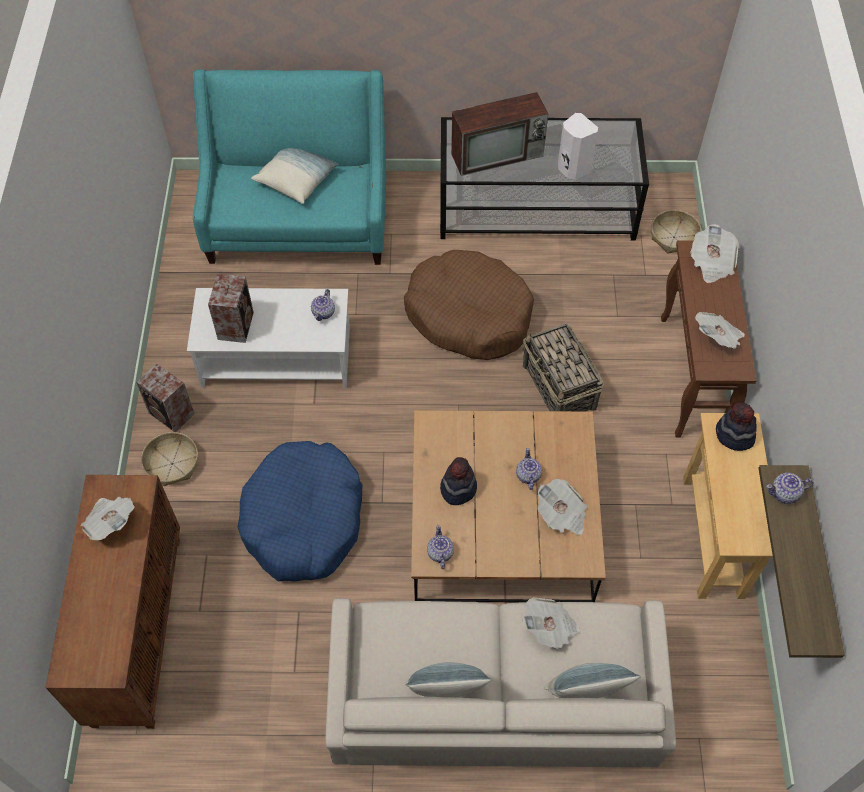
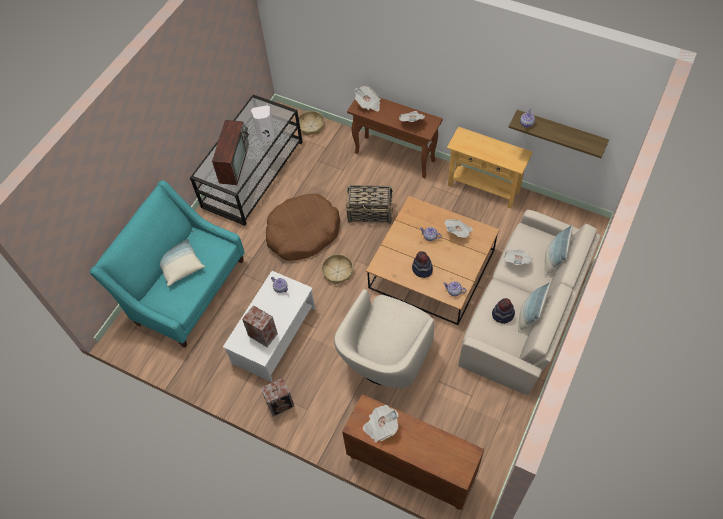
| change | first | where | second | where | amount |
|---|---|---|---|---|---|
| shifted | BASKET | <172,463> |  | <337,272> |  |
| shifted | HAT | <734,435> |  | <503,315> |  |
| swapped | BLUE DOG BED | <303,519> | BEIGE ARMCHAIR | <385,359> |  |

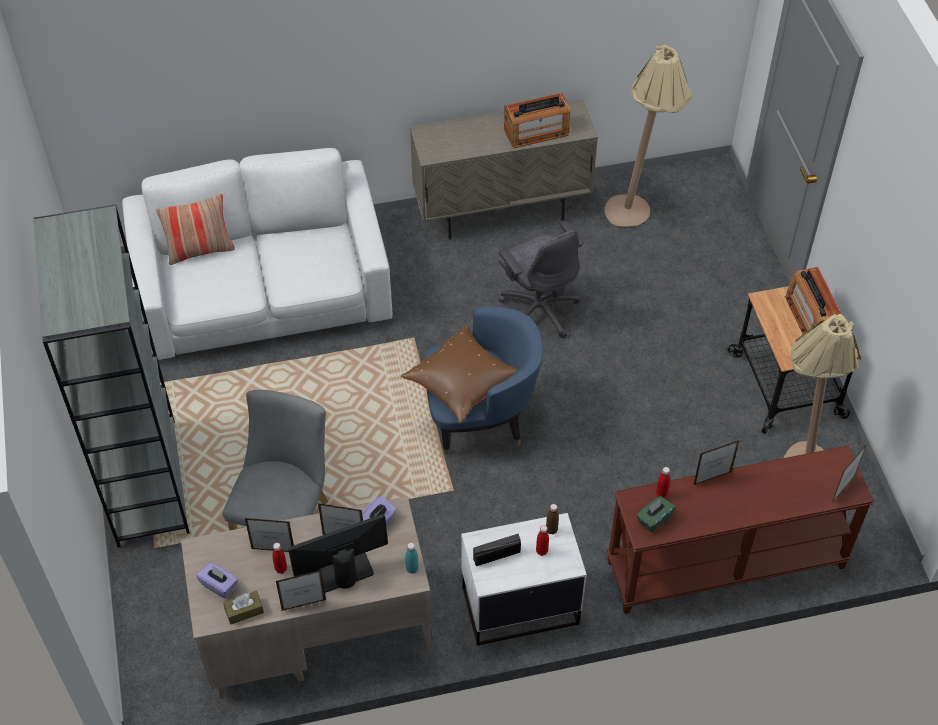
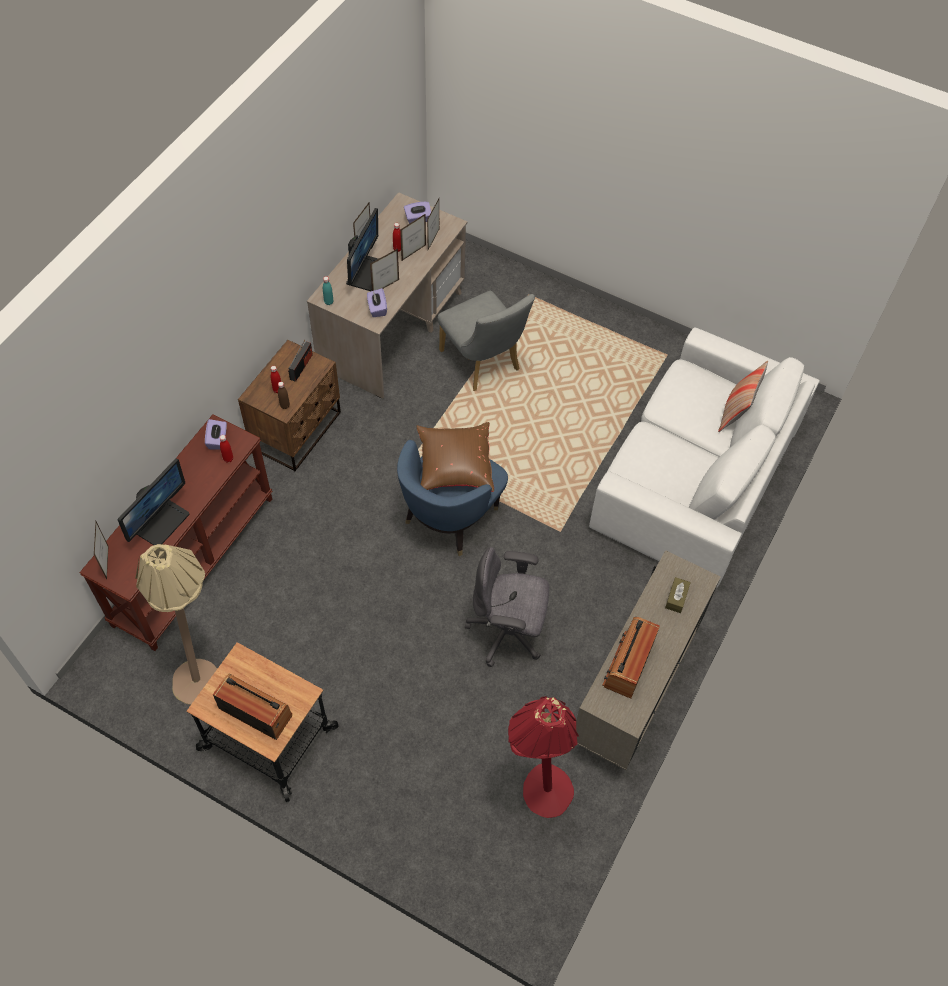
| change | first | where | second | where | amount |
|---|---|---|---|---|---|
| gone | GREY BOOKCASE | <146,481> |  |  |  |
| new |  |  | MONITOR | <161,522> |  |
| shifted | BROWN TISSUE BOX | <244,611> |  | <676,598> |  |
| shifted | PICTURE FRAME | <712,478> |  | <433,240> |  |
| repainted | WHITE NIGHTSTAND | <519,605> | BROWN NIGHTSTAND | <297,431> |  |
| repainted | BEIGE FLOOR LAMP | <637,215> | RED FLOOR LAMP | <535,795> |  |
| repainted | GREEN TISSUE BOX | <654,519> | PURPLE TISSUE BOX | <218,440> |  |

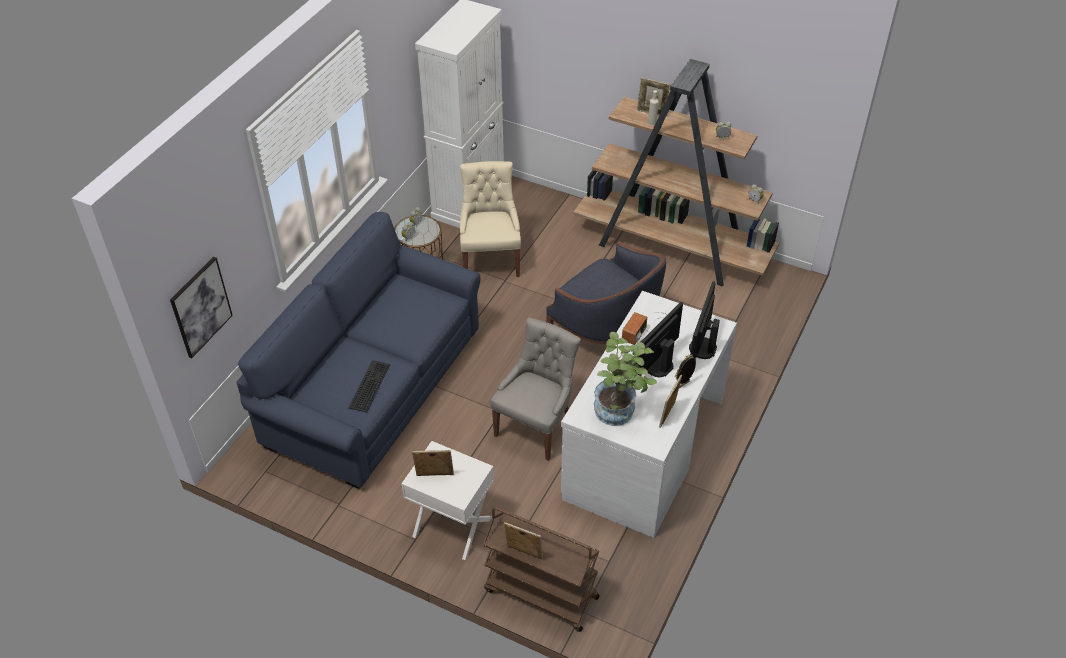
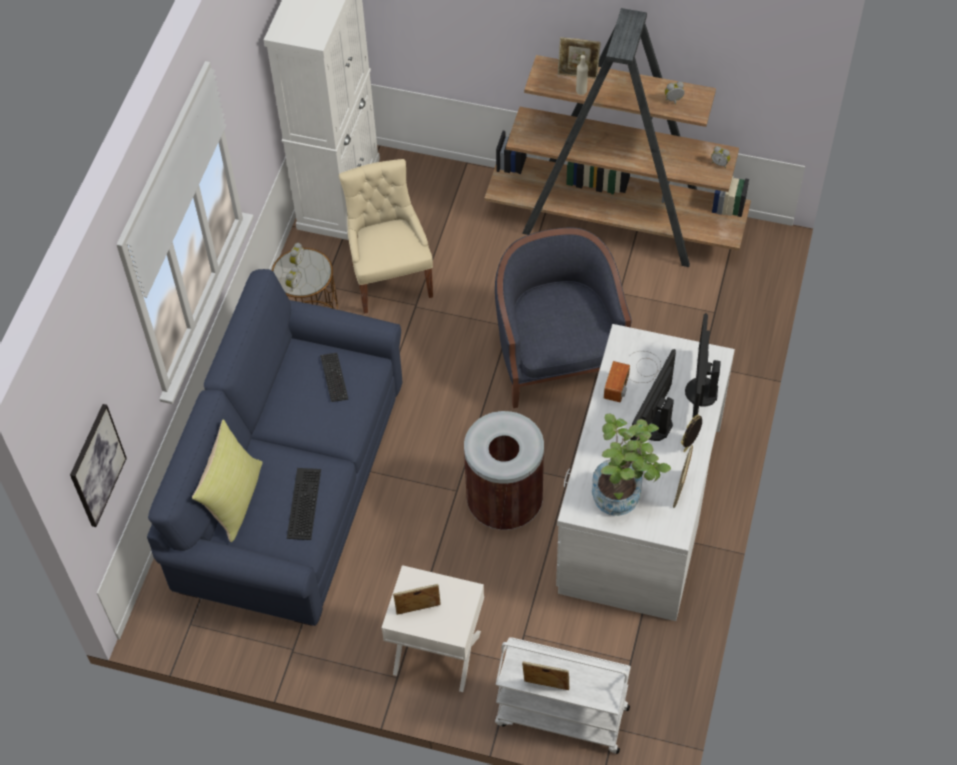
| change | first | where | second | where | amount |
|---|---|---|---|---|---|
| new |  |  | YELLOW PILLOW | <234,499> |  |
| new |  |  | KEYBOARD | <334,378> |  |
| swapped | GREY CHAIR | <536,427> | BROWN TRASH CAN | <505,503> |  |
| repainted | BROWN CART | <540,594> | WHITE CART | <561,716> |  |
| rotated | BLUE ARMCHAIR | <606,331> |  | <559,356> | 135 degrees counterclockwise |

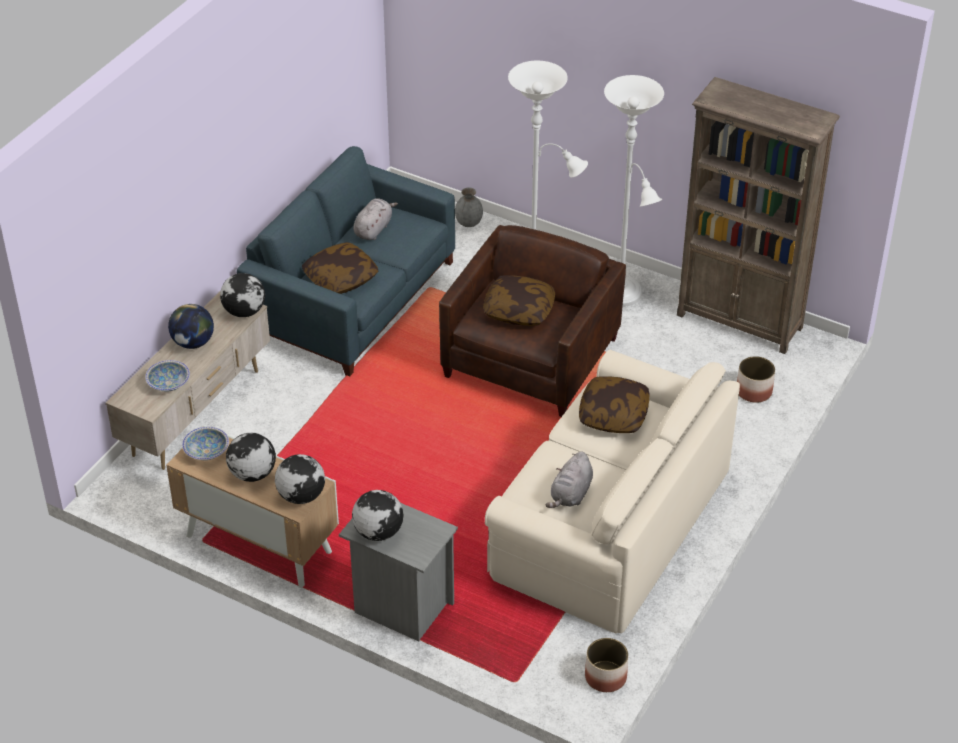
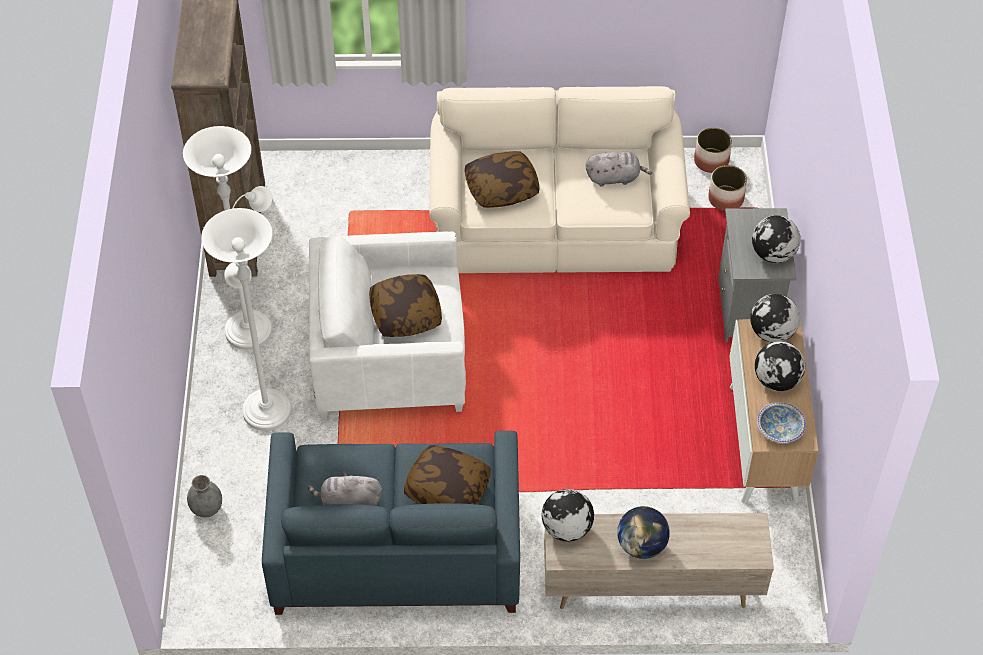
| change | first | where | second | where | amount |
|---|---|---|---|---|---|
| gone | BOWL | <168,383> |  |  |  |
| shifted | PLANTER | <754,391> |  | <726,198> |  |
| repainted | BROWN ARMCHAIR | <531,358> | WHITE ARMCHAIR | <390,358> |  |

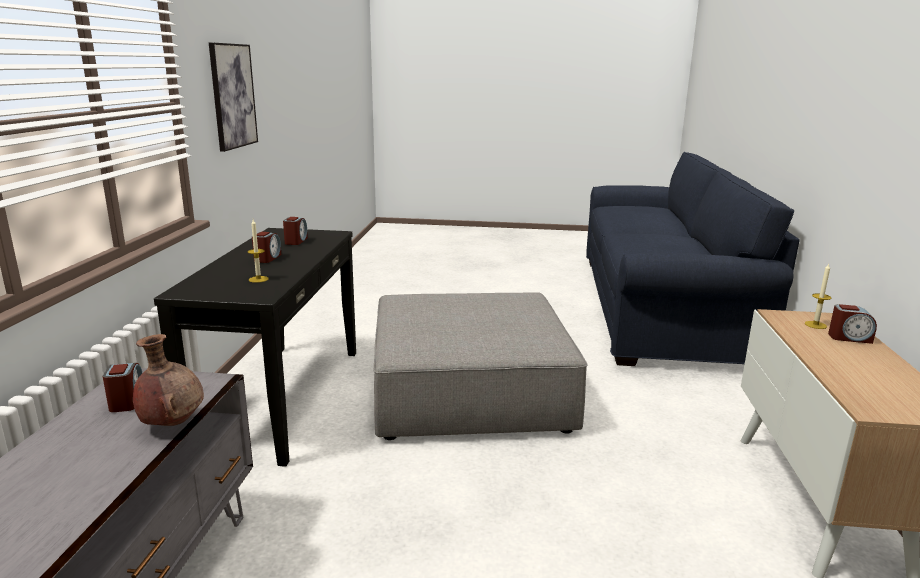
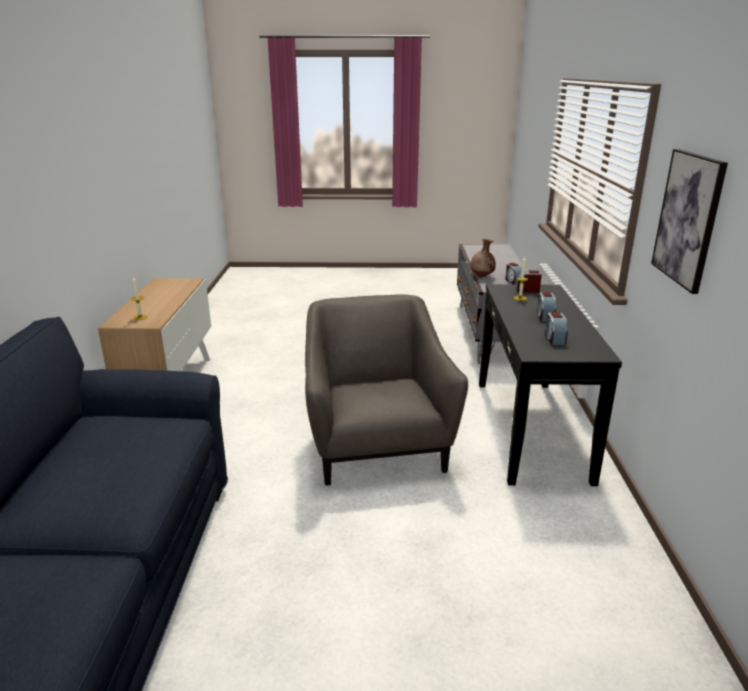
| change | first | where | second | where | amount |
|---|---|---|---|---|---|
| shifted | ALARM CLOCK | <849,338> |  | <527,290> |  |
| swapped | GREY OTTOMAN | <469,391> | GREY ARMCHAIR | <376,445> |  |

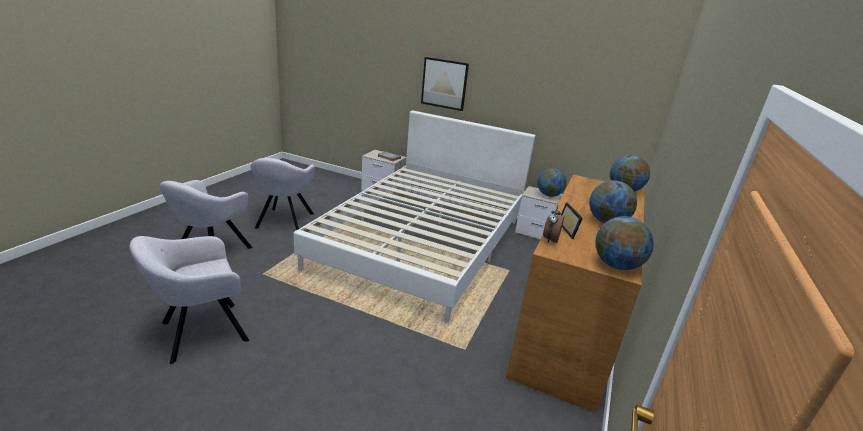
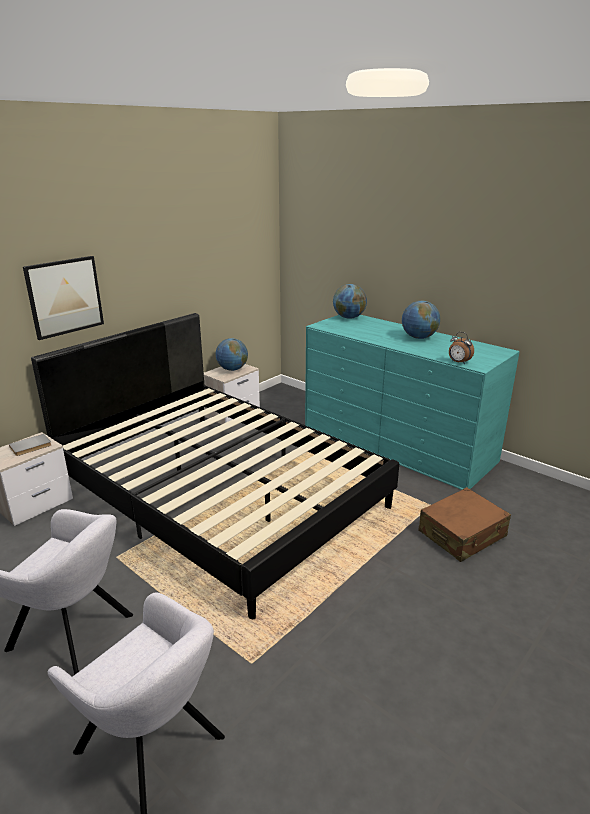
| change | first | where | second | where | amount |
|---|---|---|---|---|---|
| gone | GREY ARMCHAIR | <200,332> |  |  |  |
| gone | PICTURE FRAME | <570,230> |  |  |  |
| gone | GLOBE | <616,265> |  |  |  |
| new |  |  | BROWN SUITCASE | <462,534> |  |
| repainted | WHITE BED | <423,243> | BLACK BED | <220,494> |  |
| repainted | BROWN DRESSER | <568,325> | TURQUOISE DRESSER | <397,443> |  |

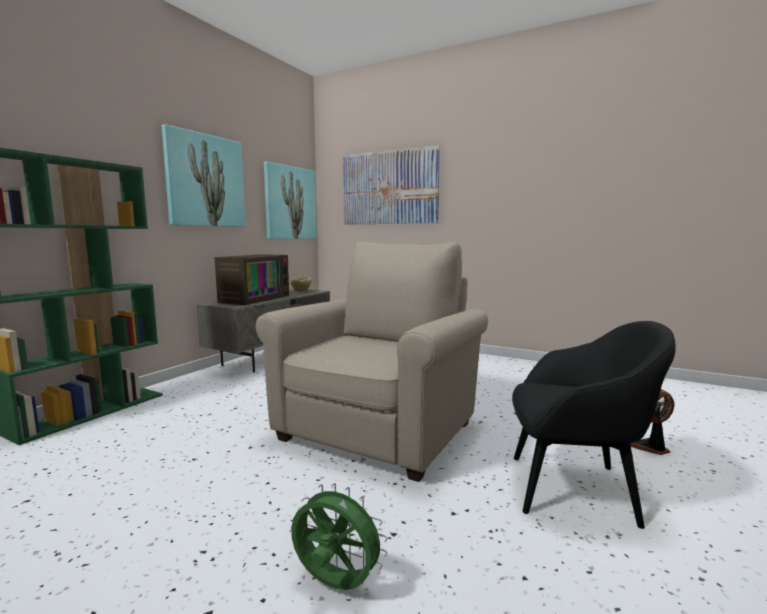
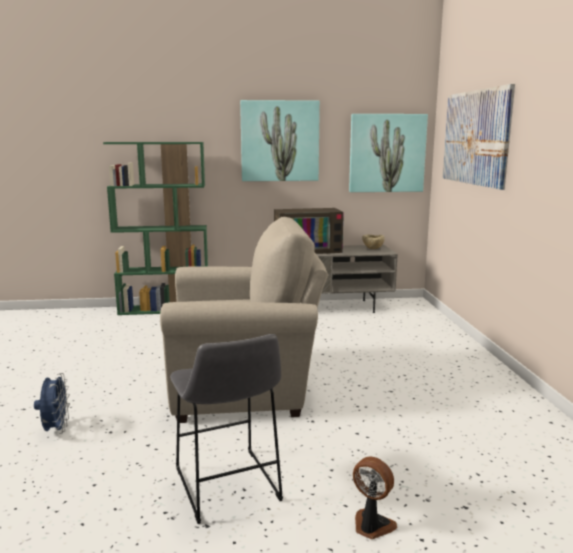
| change | first | where | second | where | amount |
|---|---|---|---|---|---|
| swapped | BLACK ARMCHAIR | <574,489> | GREY STOOL | <228,488> |  |
| repainted | GREEN FAN | <334,585> | BLUE FAN | <56,430> |  |

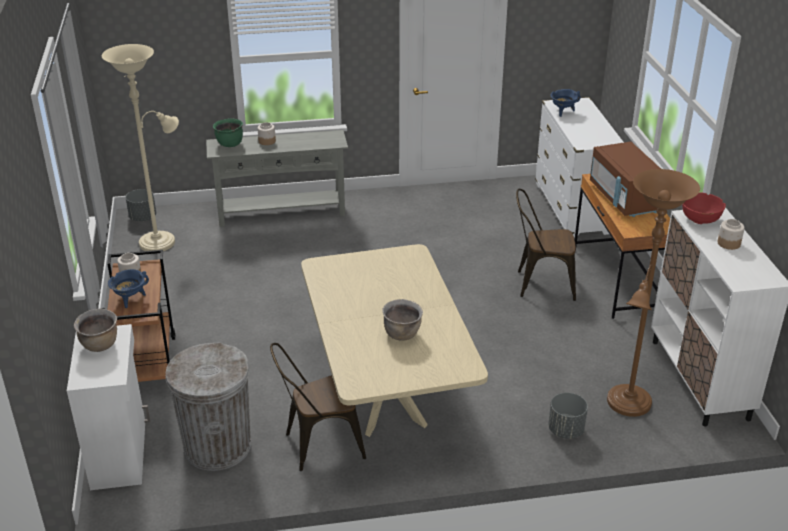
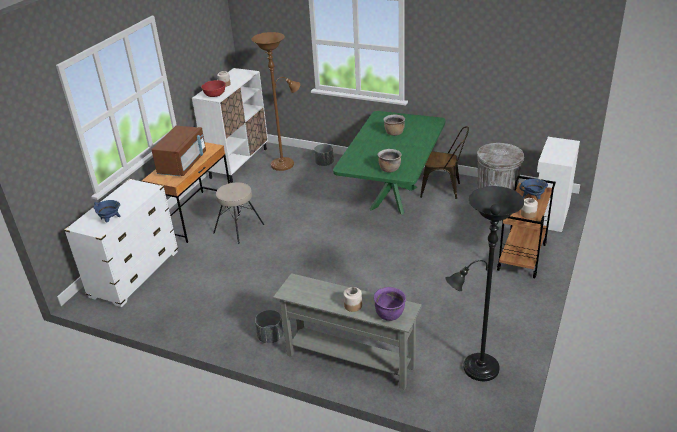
| change | first | where | second | where | amount |
|---|---|---|---|---|---|
| shifted | BROWN COOKING POT | <100,345> |  | <389,169> |  |
| shifted | GREY PLANTER | <143,217> |  | <270,337> |  |
| swapped | BROWN CHAIR | <540,284> | BEIGE STOOL | <239,228> |  |
| repainted | BEIGE FLOOR LAMP | <161,241> | BLACK FLOOR LAMP | <476,369> |  |
| repainted | GREEN COOKING POT | <229,144> | PURPLE COOKING POT | <390,315> |  |
| repainted | BEIGE DINING TABLE | <387,399> | GREEN DINING TABLE | <393,198> |  |

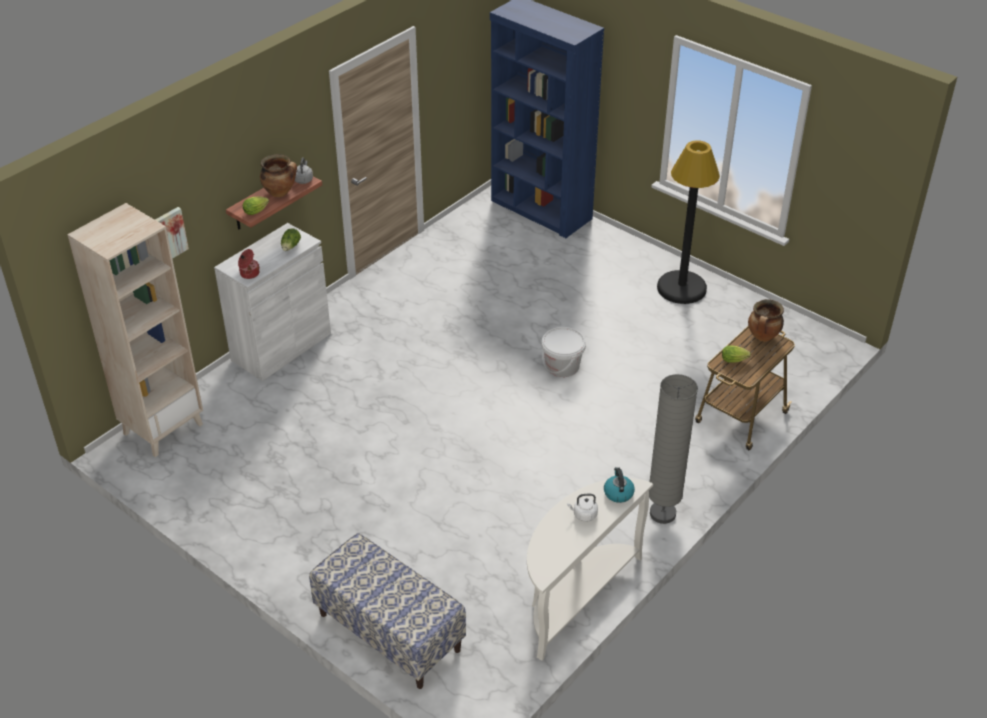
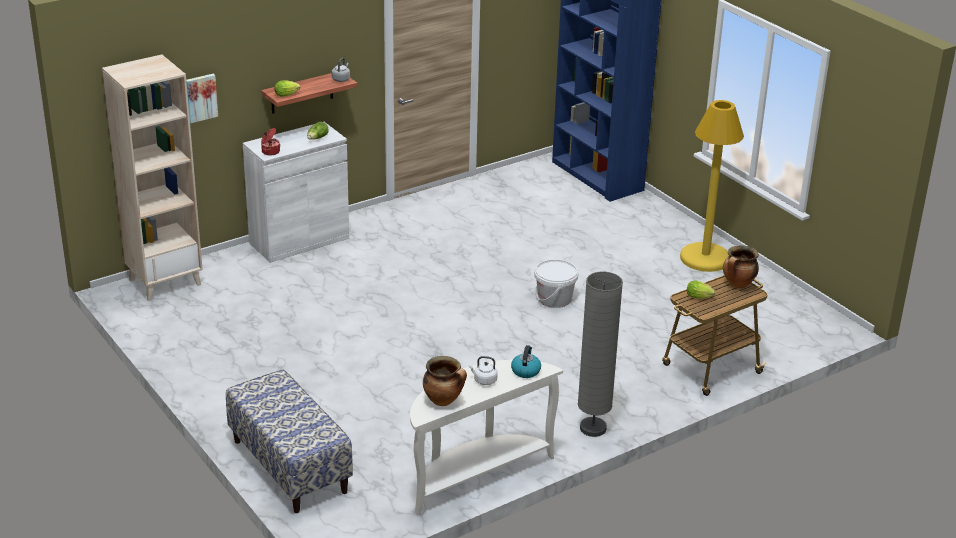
| change | first | where | second | where | amount |
|---|---|---|---|---|---|
| shifted | COOKING POT | <280,192> |  | <444,400> |  |
| repainted | BLACK FLOOR LAMP | <681,288> | YELLOW FLOOR LAMP | <705,258> |  |

